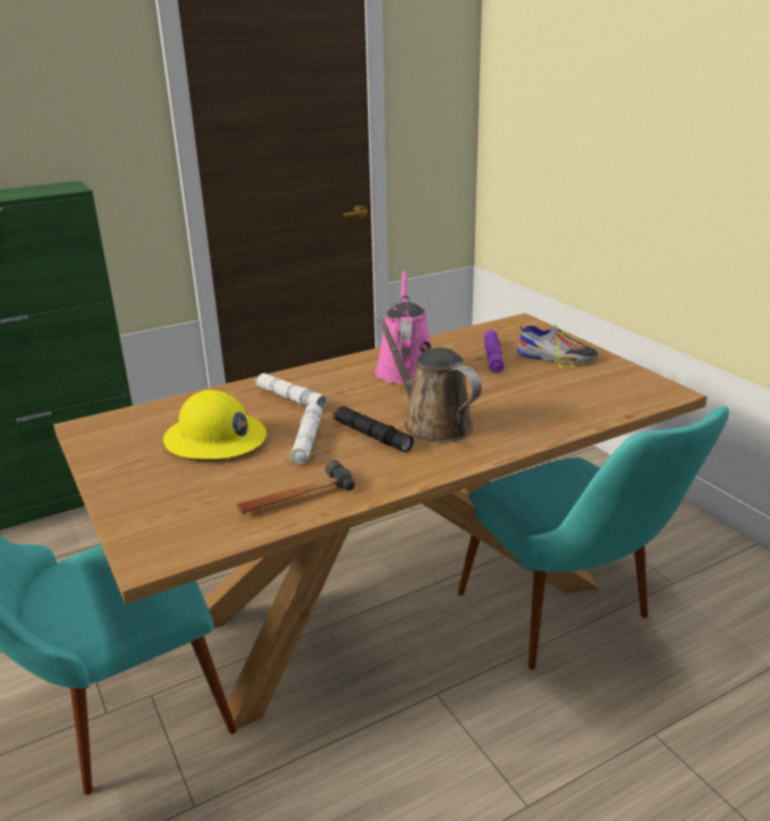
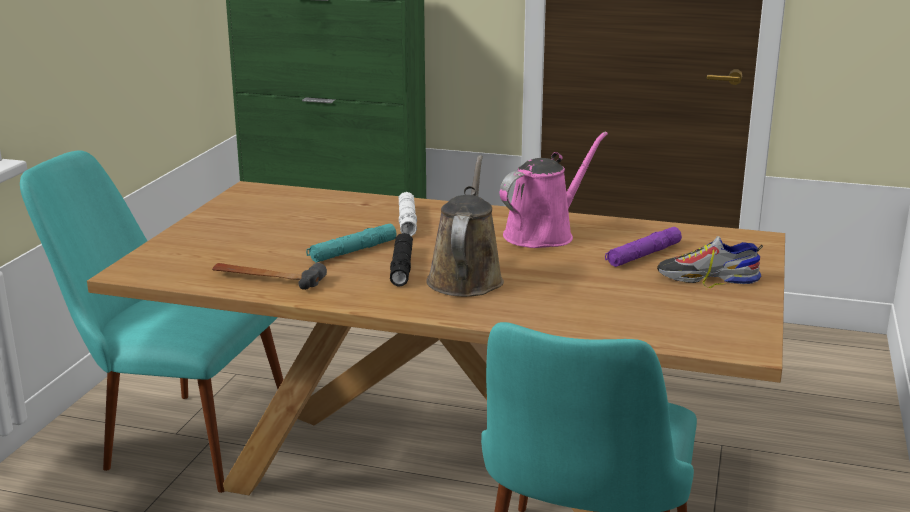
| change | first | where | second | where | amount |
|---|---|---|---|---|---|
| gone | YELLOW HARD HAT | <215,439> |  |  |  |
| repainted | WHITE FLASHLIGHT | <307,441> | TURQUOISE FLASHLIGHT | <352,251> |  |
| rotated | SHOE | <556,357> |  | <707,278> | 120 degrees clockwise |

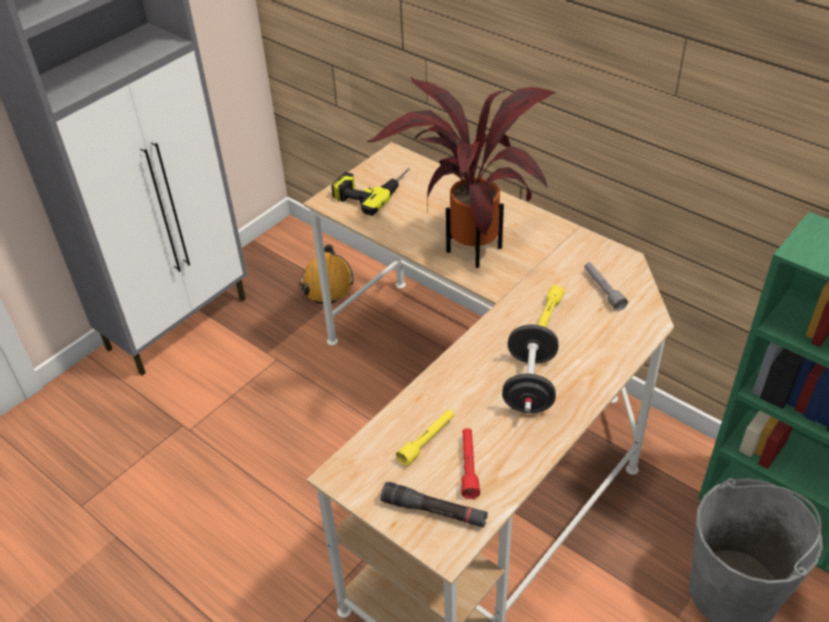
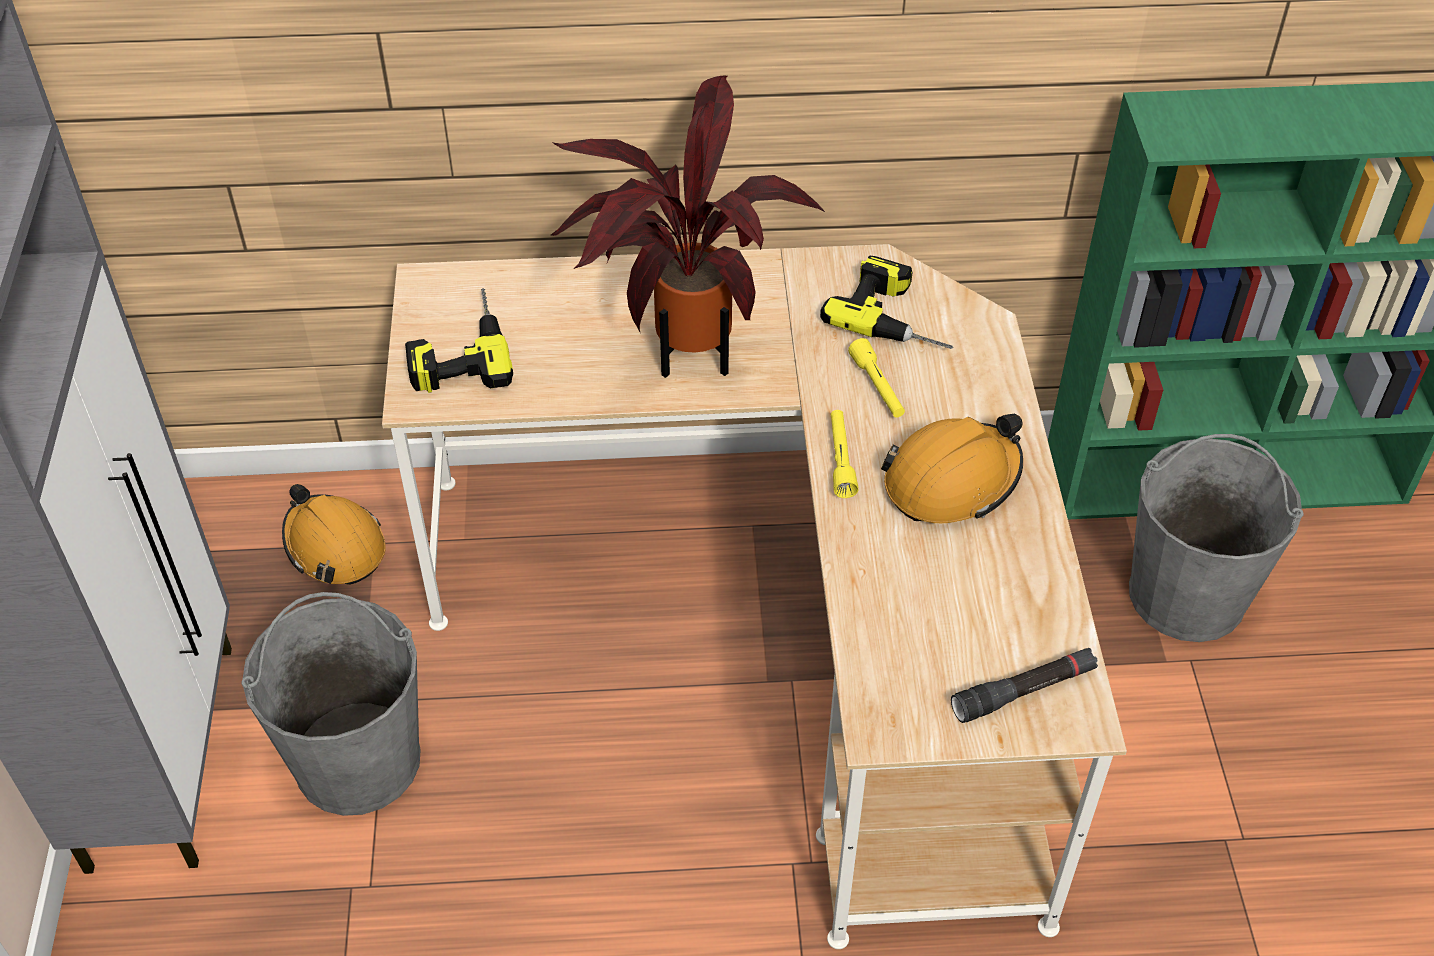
| change | first | where | second | where | amount |
|---|---|---|---|---|---|
| gone | RED FLASHLIGHT | <468,467> |  |  |  |
| new |  |  | GREY BUCKET | <358,759> |  |
| shifted | YELLOW FLASHLIGHT | <427,441> |  | <840,459> |  |
| swapped | BLACK DUMBBELL | <529,385> | ORANGE HARD HAT | <952,480> |  |
| swapped | GREY FLASHLIGHT | <603,290> | POWER DRILL | <898,315> |  |

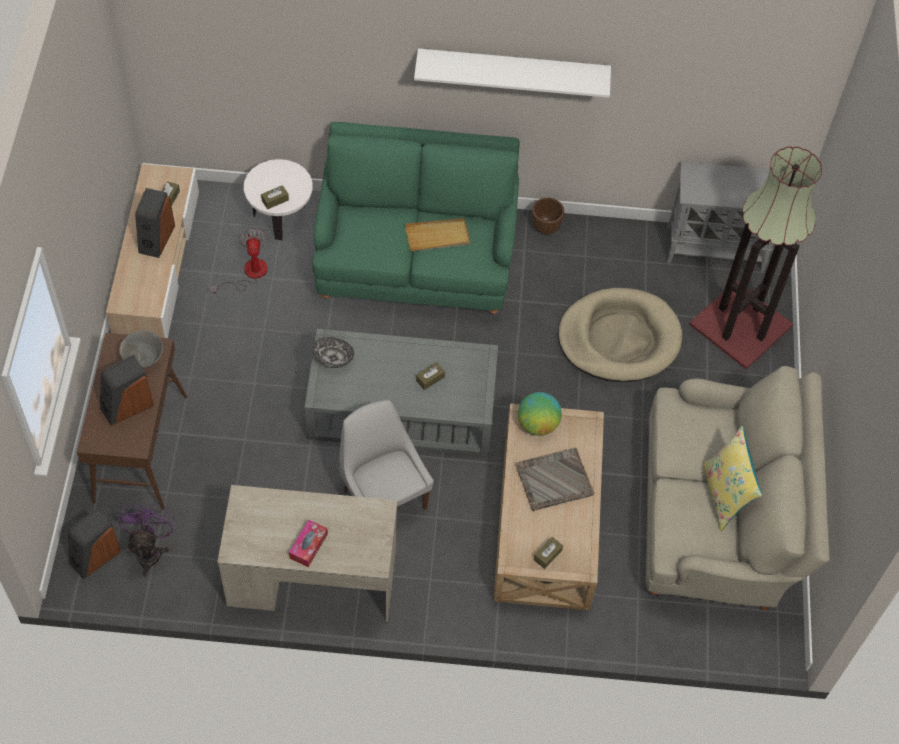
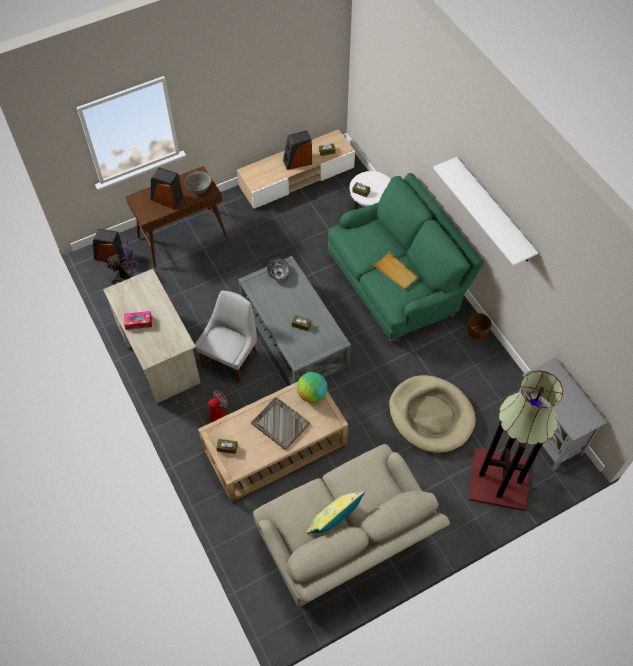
| change | first | where | second | where | amount |
|---|---|---|---|---|---|
| shifted | FAN | <248,274> |  | <210,413> |  |

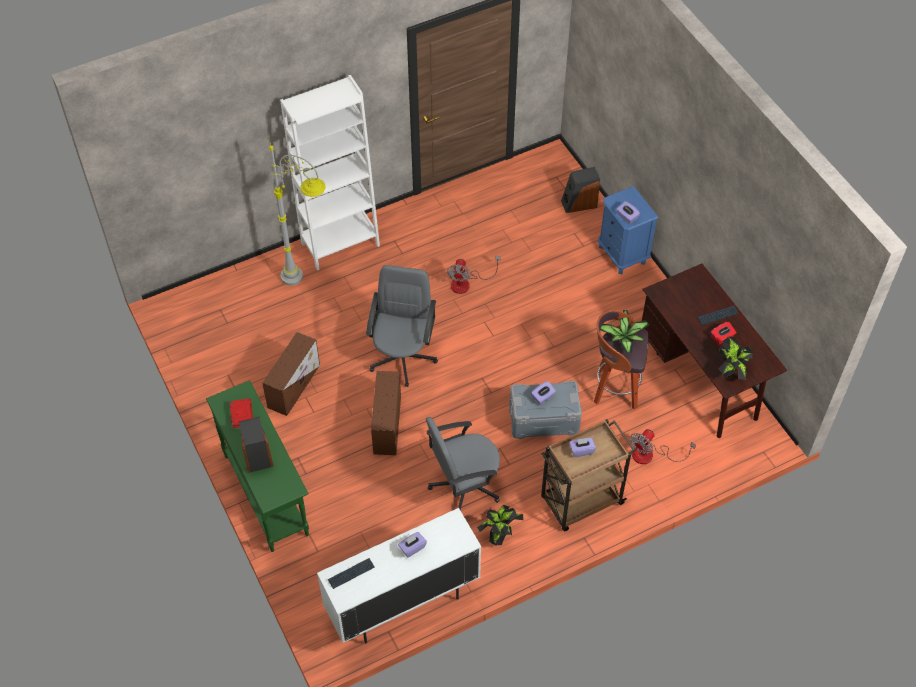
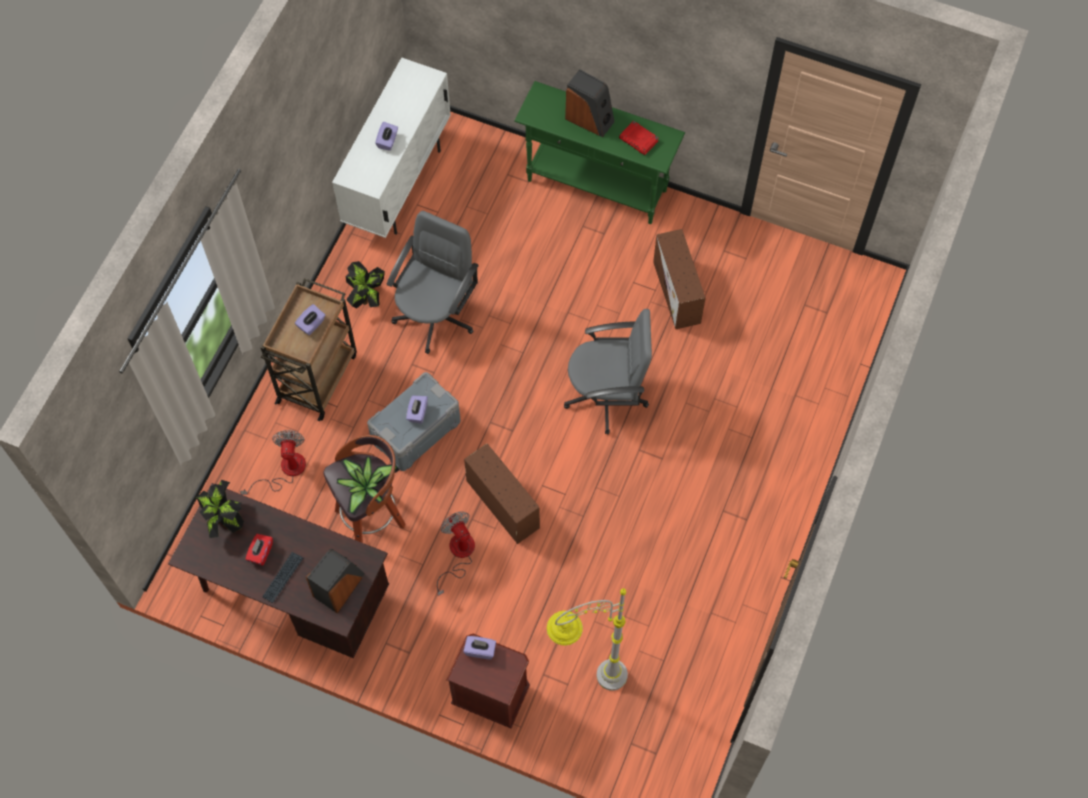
| change | first | where | second | where | amount |
|---|---|---|---|---|---|
| gone | WHITE BOOKCASE | <340,244> |  |  |  |
| gone | KEYBOARD | <351,574> |  |  |  |
| shifted | GREY FLOOR LAMP | <309,282> |  | <586,683> |  |
| shifted | BROWN STORAGE BOX | <387,426> |  | <502,503> |  |
| shifted | FAN | <466,283> |  | <458,554> |  |
| shifted | SPEAKER | <579,203> |  | <339,586> |  |
| repainted | BLUE NIGHTSTAND | <622,254> | BROWN NIGHTSTAND | <491,696> |  |
| rotated | GREY OFFICE CHAIR | <403,357> |  | <607,395> | 60 degrees counterclockwise |

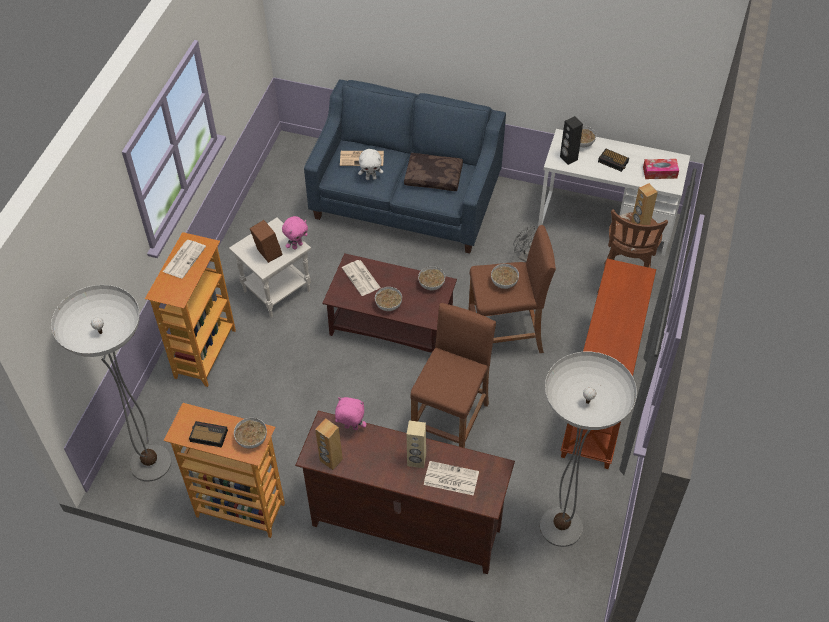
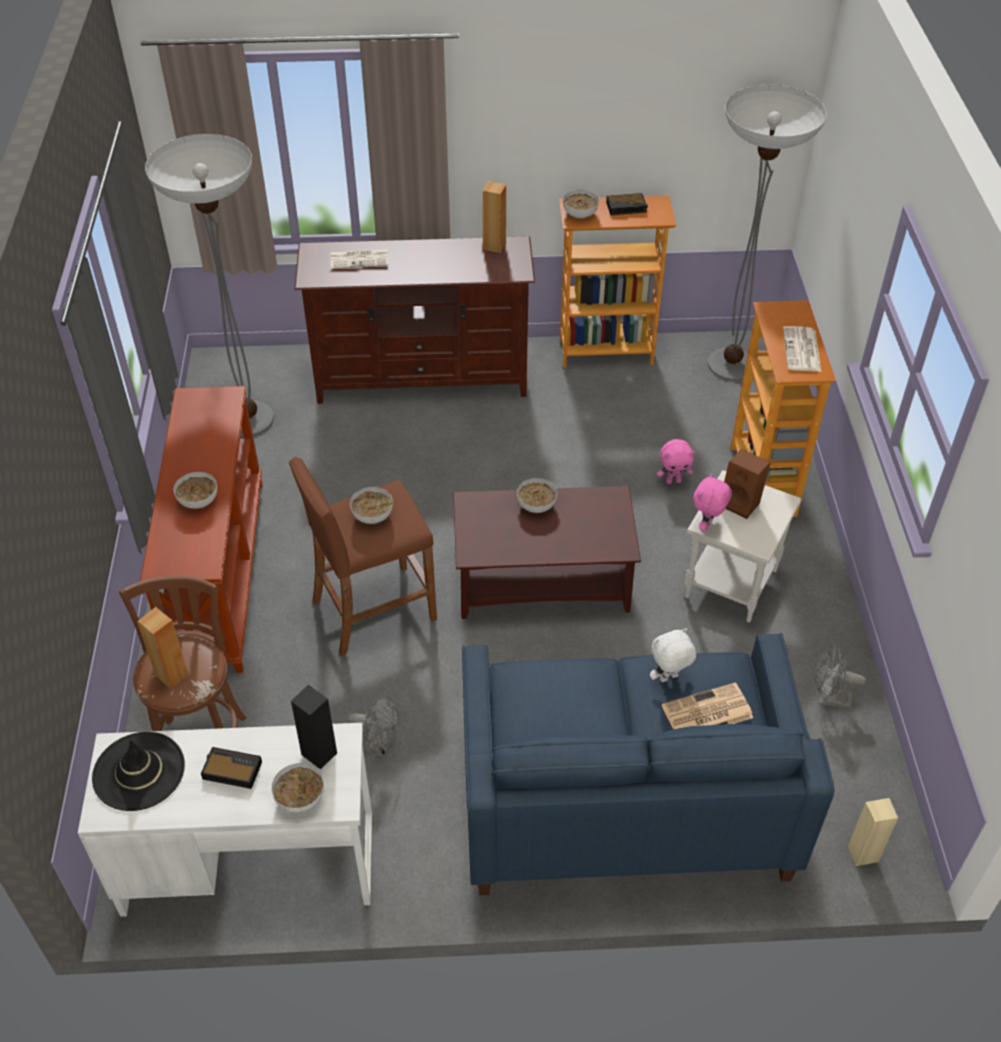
| change | first | where | second | where | amount |
|---|---|---|---|---|---|
| gone | NEWSPAPER | <361,278> |  |  |  |
| gone | BROWN PILLOW | <434,176> |  |  |  |
| gone | BROWN STOOL | <451,422> |  |  |  |
| new |  |  | GREY FAN | <828,699> |  |
| shifted | PINK PLUSH TOY | <351,428> |  | <673,481> |  |
| shifted | BEIGE SPEAKER | <416,460> |  | <862,853> |  |
| shifted | BOWL | <431,284> |  | <198,501> |  |
| swapped | TISSUE BOX | <660,172> | BLACK HAT | <139,771> |  |

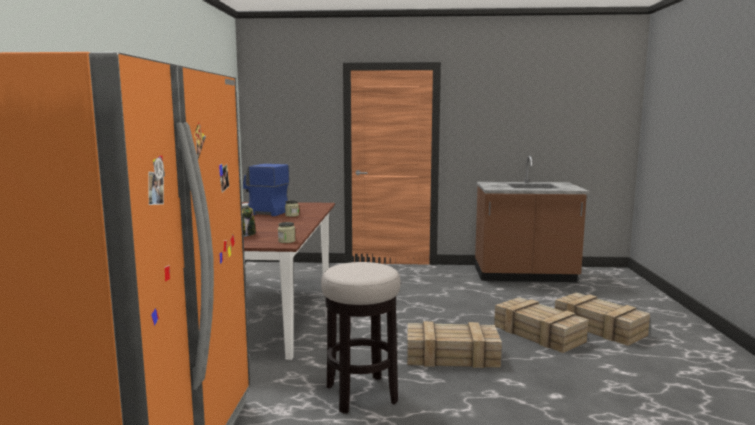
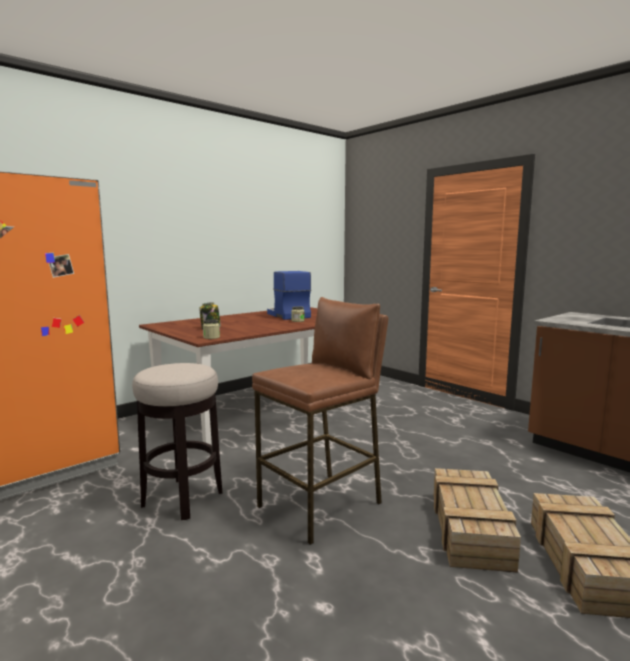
| change | first | where | second | where | amount |
|---|---|---|---|---|---|
| swapped | CRATE | <453,356> | BROWN STOOL | <321,505> |  |

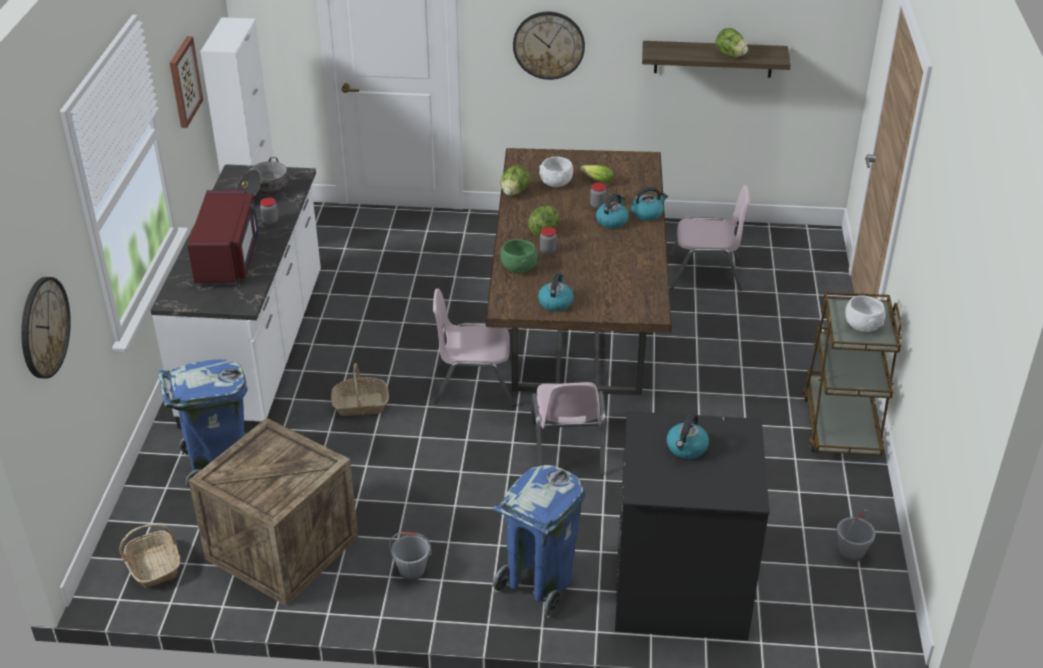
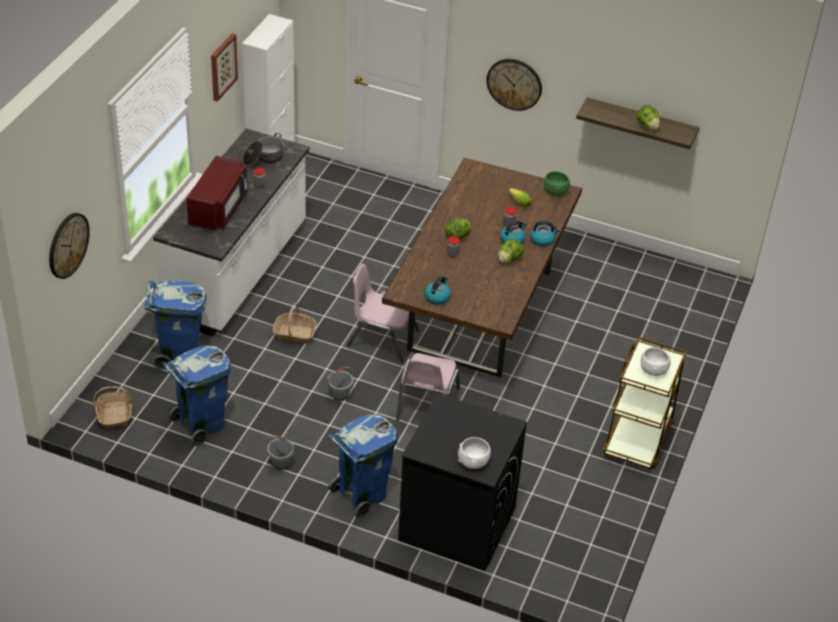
| change | first | where | second | where | amount |
|---|---|---|---|---|---|
| gone | KETTLE | <686,448> |  |  |  |
| gone | PINK CHAIR | <705,274> |  |  |  |
| shifted | LETTUCE | <514,192> |  | <509,259> |  |
| shifted | GREEN BOWL | <518,267> |  | <555,191> |  |
| shifted | WHITE BOWL | <556,183> |  | <473,462> |  |
| shifted | GREY BUCKET | <851,553> |  | <340,395> |  |
| swapped | CRATE | <282,548> | BLUE TRASH CAN | <201,424> |  |

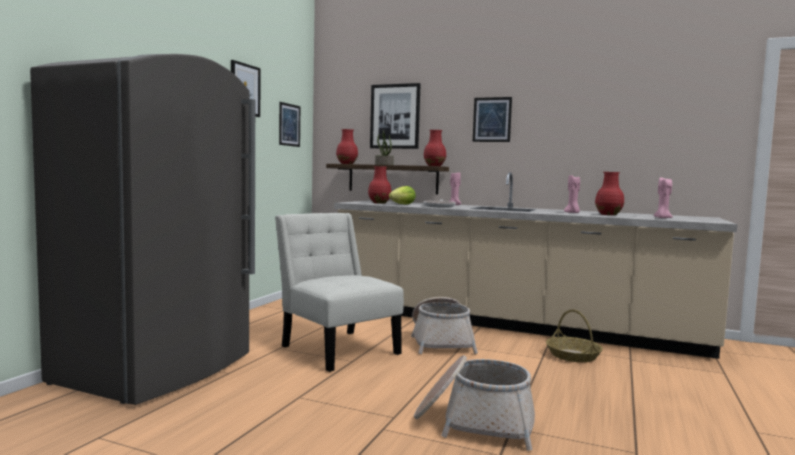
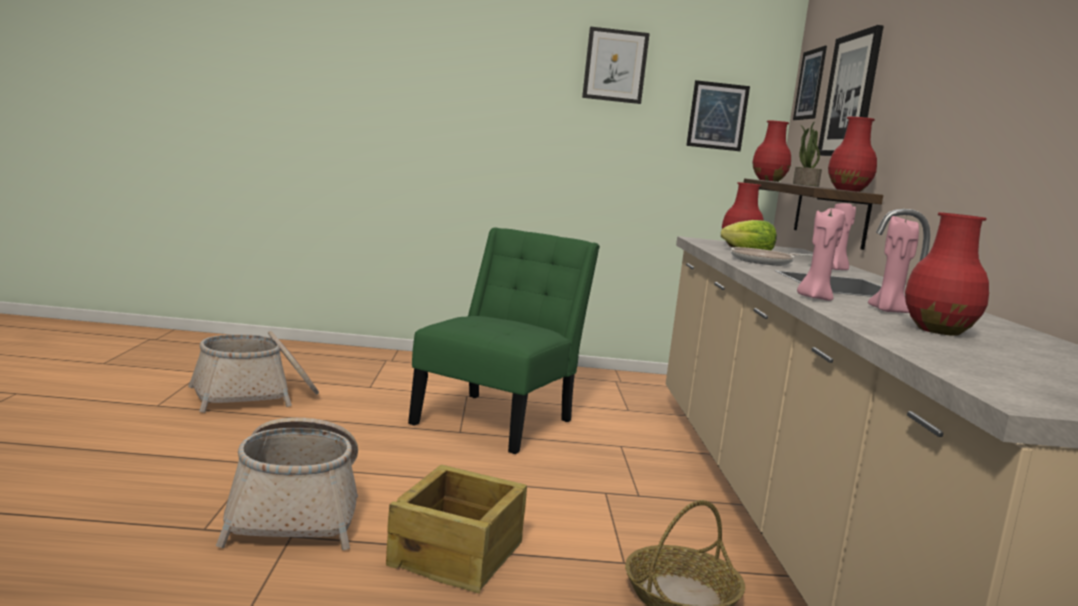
| change | first | where | second | where | amount |
|---|---|---|---|---|---|
| gone | GREY FRIDGE | <157,369> |  |  |  |
| new |  |  | CRATE | <458,554> |  |
| shifted | BASKET | <441,342> |  | <255,396> |  |
| shifted | PICTURE | <492,119> |  | <810,84> |  |
| shifted | PINK CANDLE | <662,218> |  | <814,298> |  |
| repainted | WHITE CHAIR | <337,348> | GREEN CHAIR | <498,420> |  |

